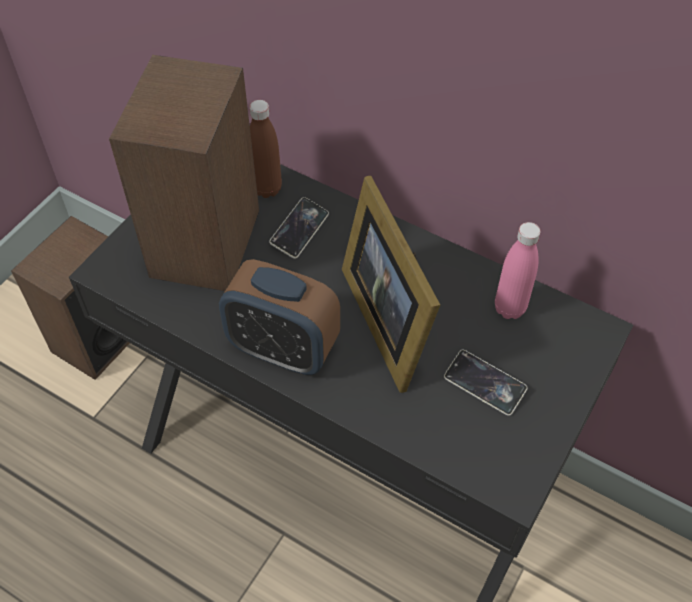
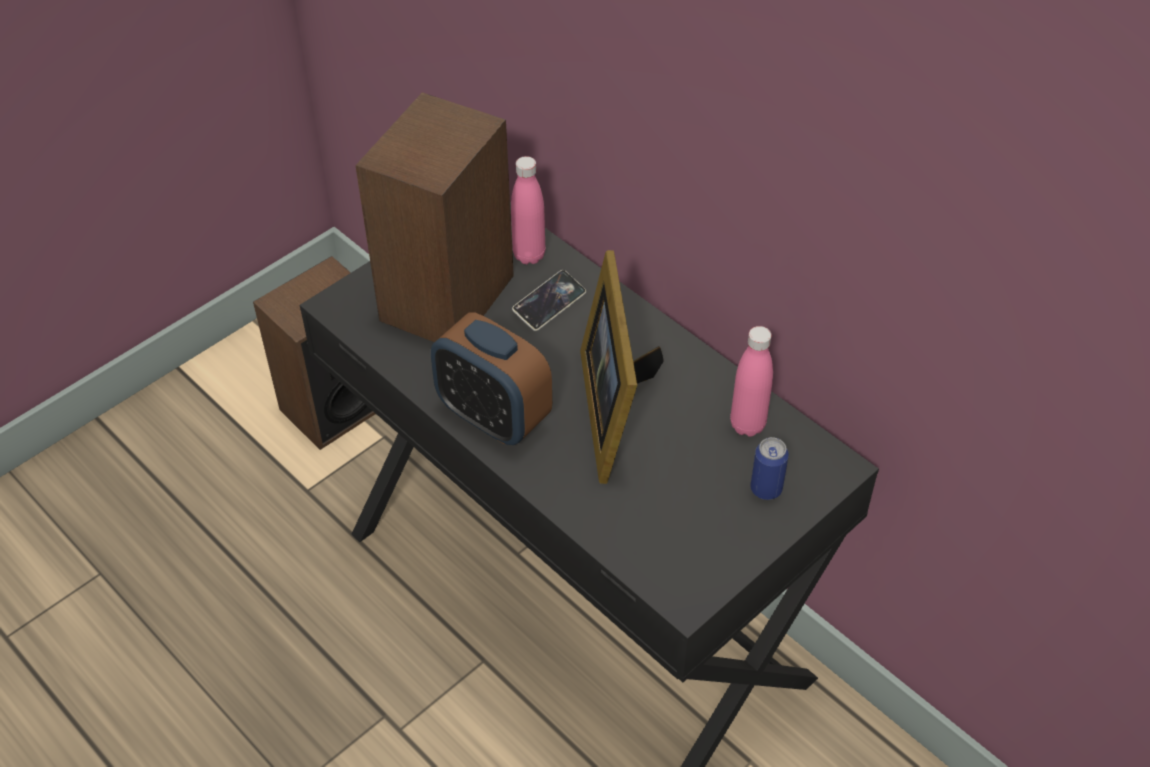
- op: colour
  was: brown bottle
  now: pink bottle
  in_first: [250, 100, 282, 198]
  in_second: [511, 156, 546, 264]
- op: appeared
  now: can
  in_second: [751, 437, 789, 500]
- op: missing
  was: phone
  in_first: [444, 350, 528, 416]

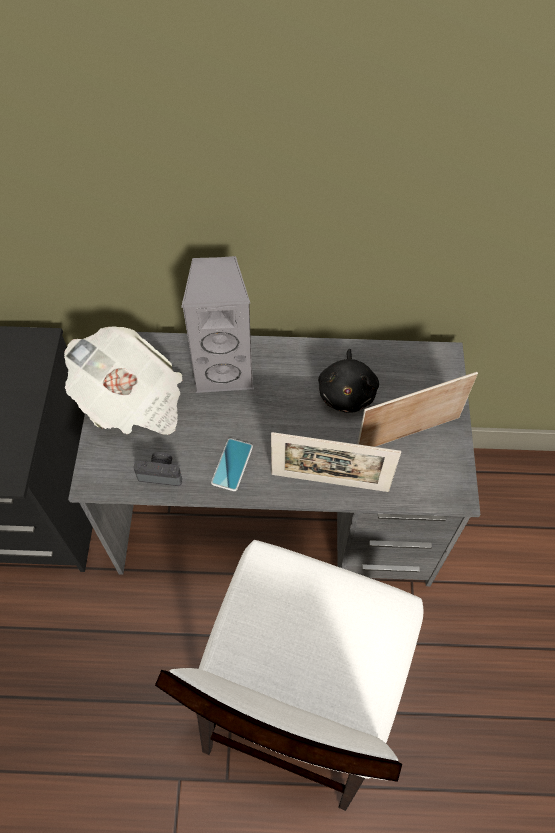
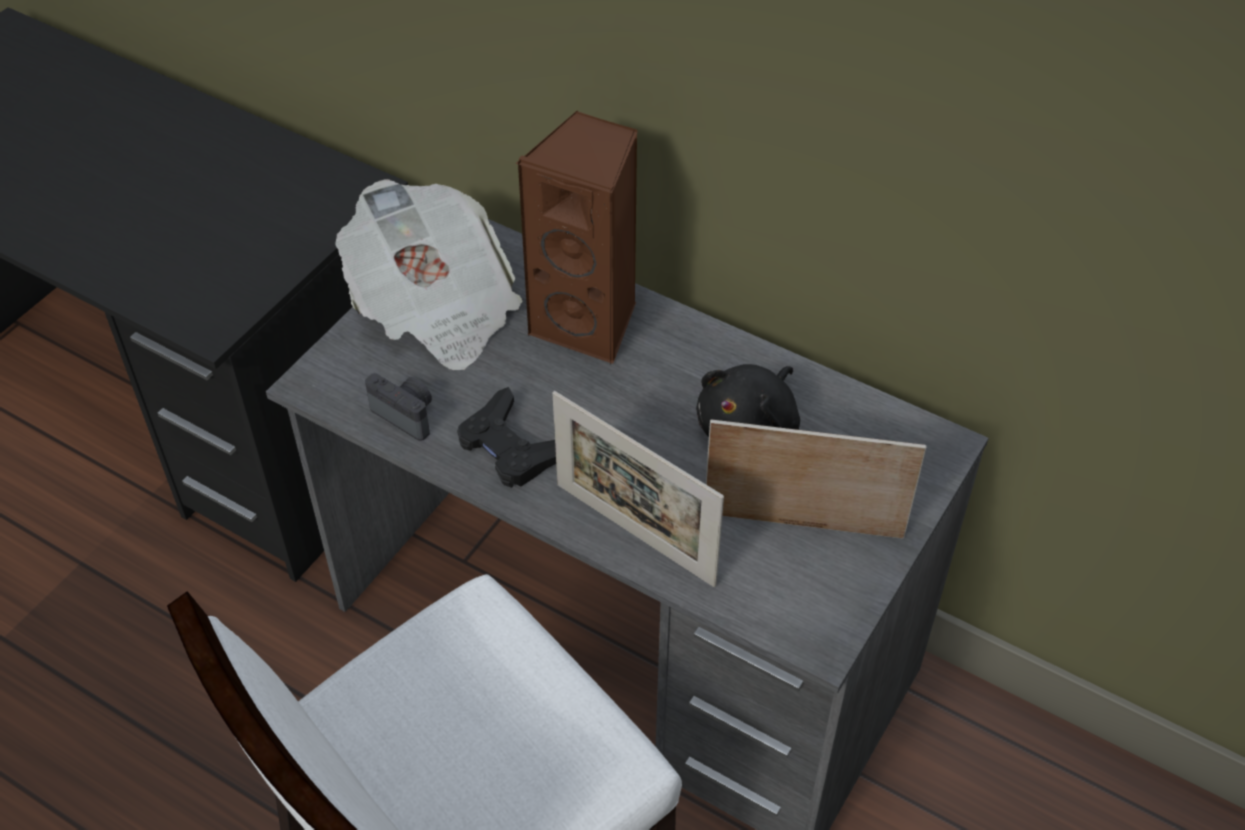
- op: exchanged
  was: phone
  now: black game controller
  in_first: [211, 438, 253, 491]
  in_second: [457, 387, 556, 488]
- op: colour
  was: grey speaker
  now: brown speaker
  in_first: [181, 256, 254, 393]
  in_second: [516, 110, 638, 364]

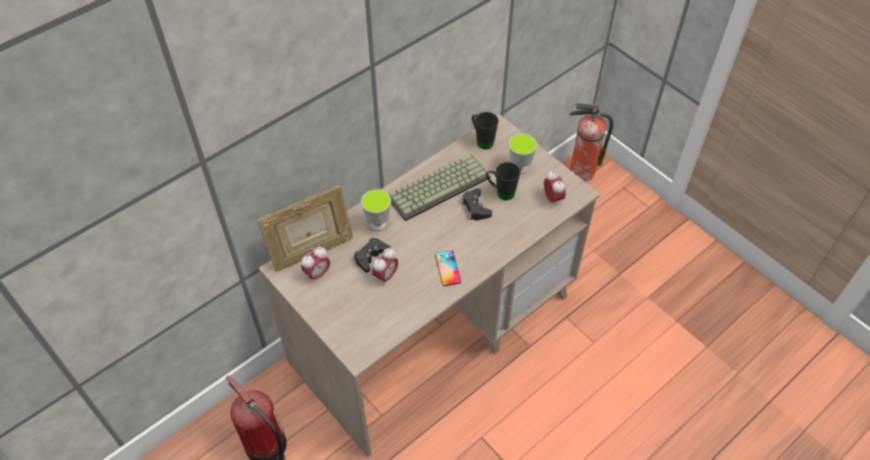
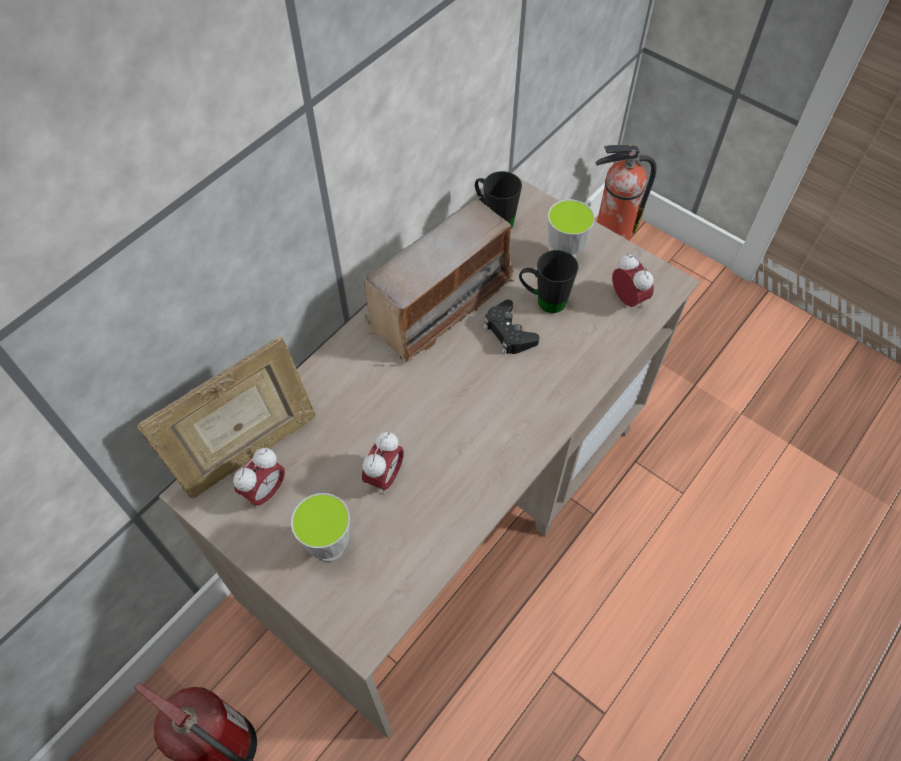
- op: relocated
  was: cup
  in_first: [361, 189, 391, 231]
  in_second: [291, 493, 350, 562]
- op: exchanged
  was: keyboard
  now: radio
  in_first: [389, 154, 491, 221]
  in_second: [364, 196, 514, 363]
- op: missing
  was: black game controller
  in_first: [354, 238, 390, 273]
- op: missing
  was: phone
  in_first: [435, 251, 461, 286]

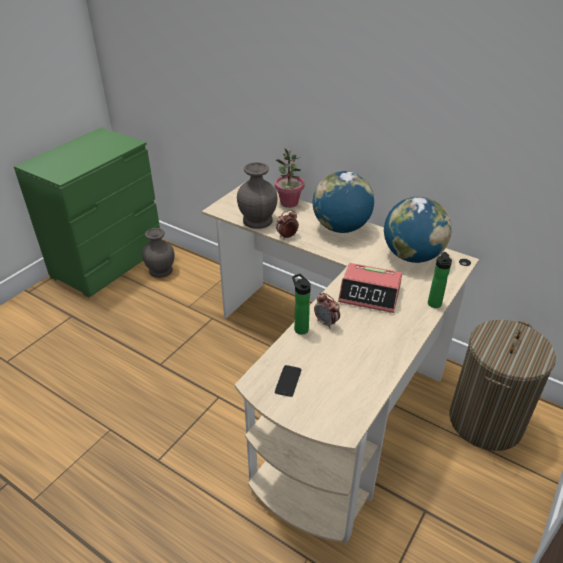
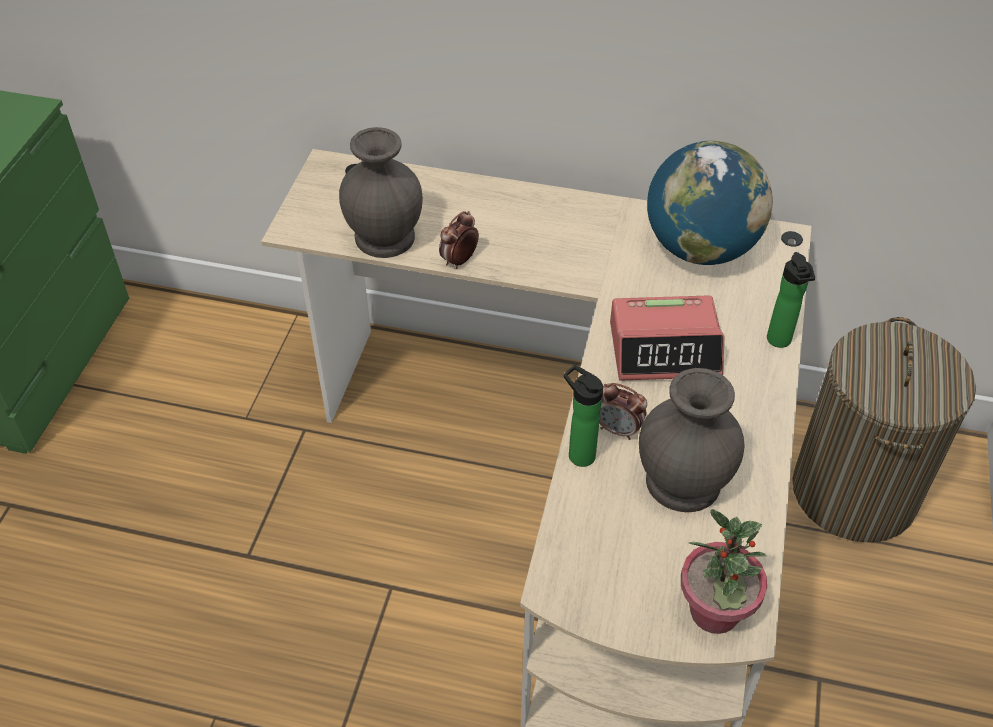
- op: relocated
  was: grey vase
  in_first: [142, 228, 175, 278]
  in_second: [639, 368, 745, 512]
- op: relocated
  was: potted plant
  in_first: [275, 149, 305, 208]
  in_second: [681, 509, 767, 634]
- op: missing
  was: phone
  in_first: [275, 365, 301, 397]
- op: missing
  was: globe
  in_first: [313, 171, 374, 233]

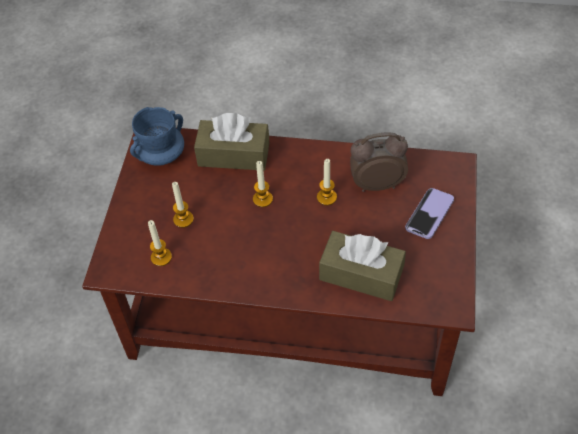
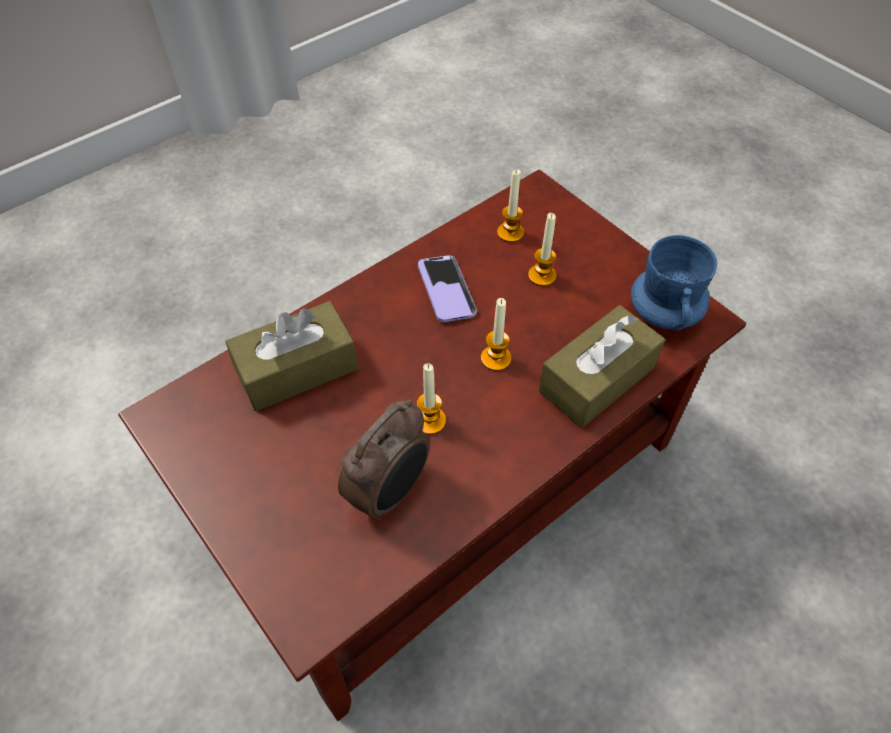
- op: relocated
  was: phone
  in_first: [405, 188, 454, 239]
  in_second: [418, 255, 477, 322]

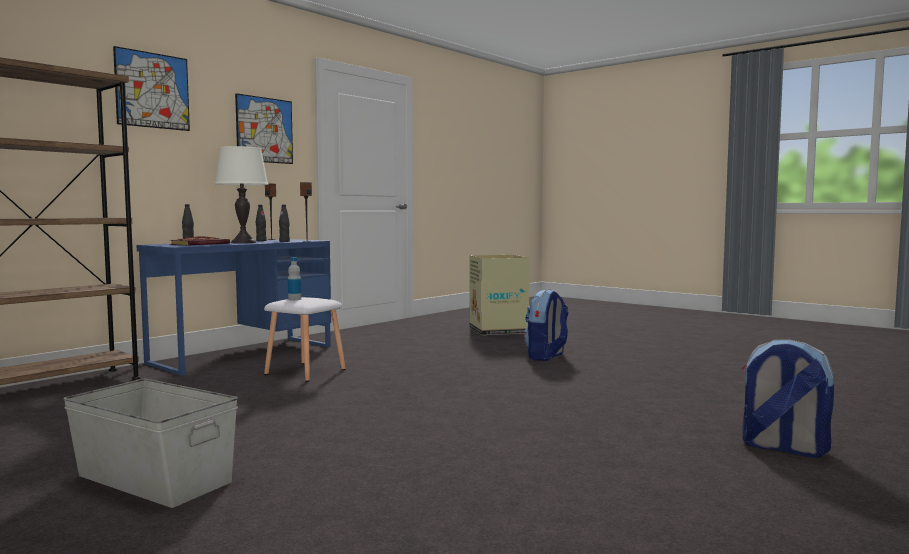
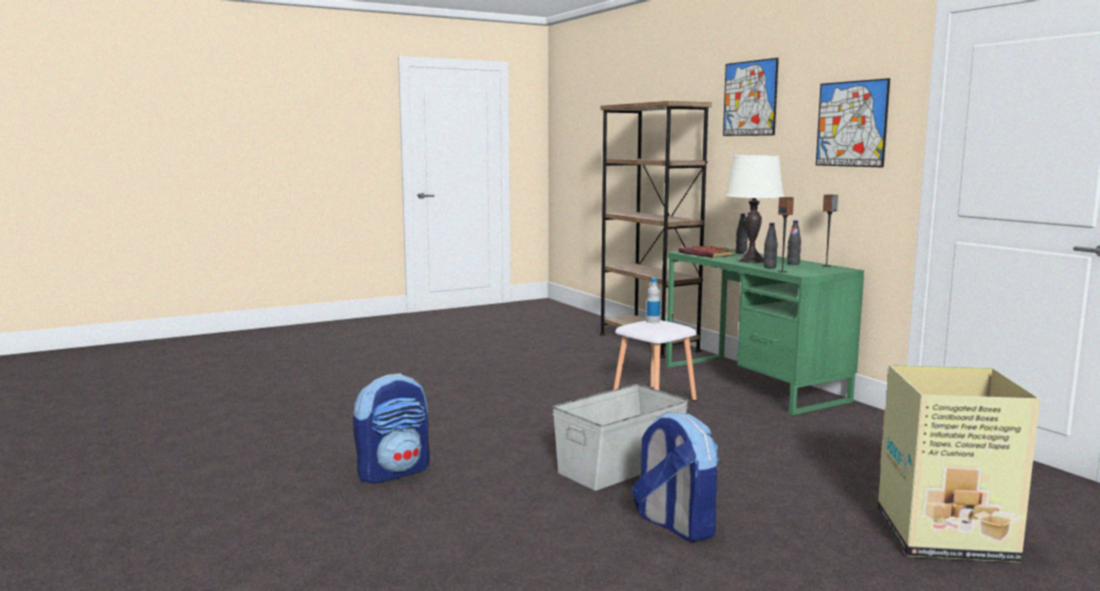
- op: relocated
  was: backpack
  in_first: [742, 340, 834, 458]
  in_second: [353, 374, 430, 483]
- op: relocated
  was: grey storage box
  in_first: [63, 379, 238, 508]
  in_second: [552, 384, 688, 491]
- op: colour
  was: blue desk
  now: green desk
  in_first: [136, 239, 331, 375]
  in_second: [666, 248, 864, 415]

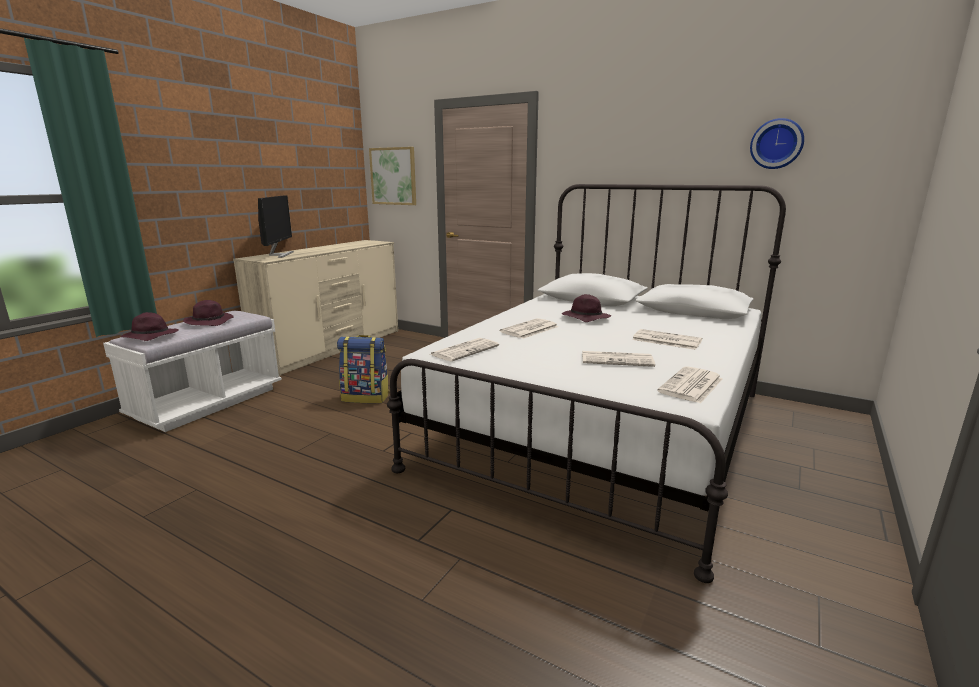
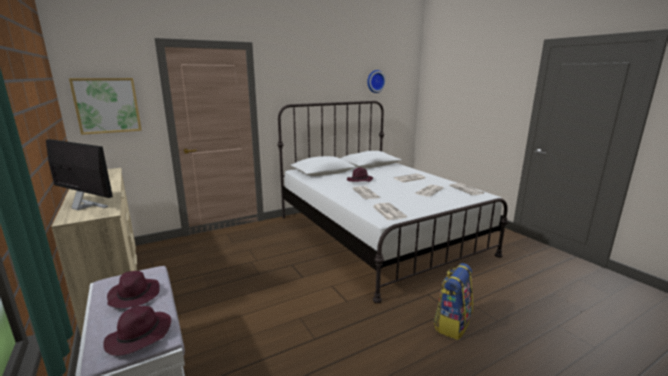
- op: relocated
  was: backpack
  in_first: [337, 335, 390, 403]
  in_second: [433, 263, 473, 340]

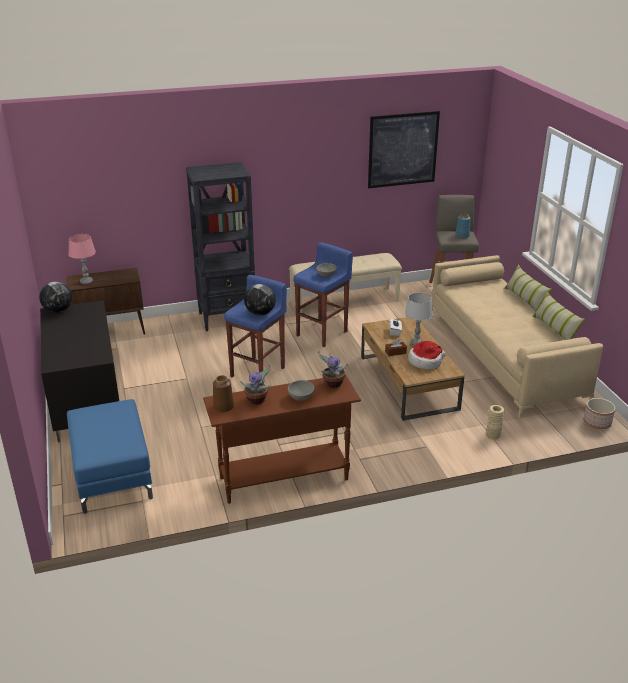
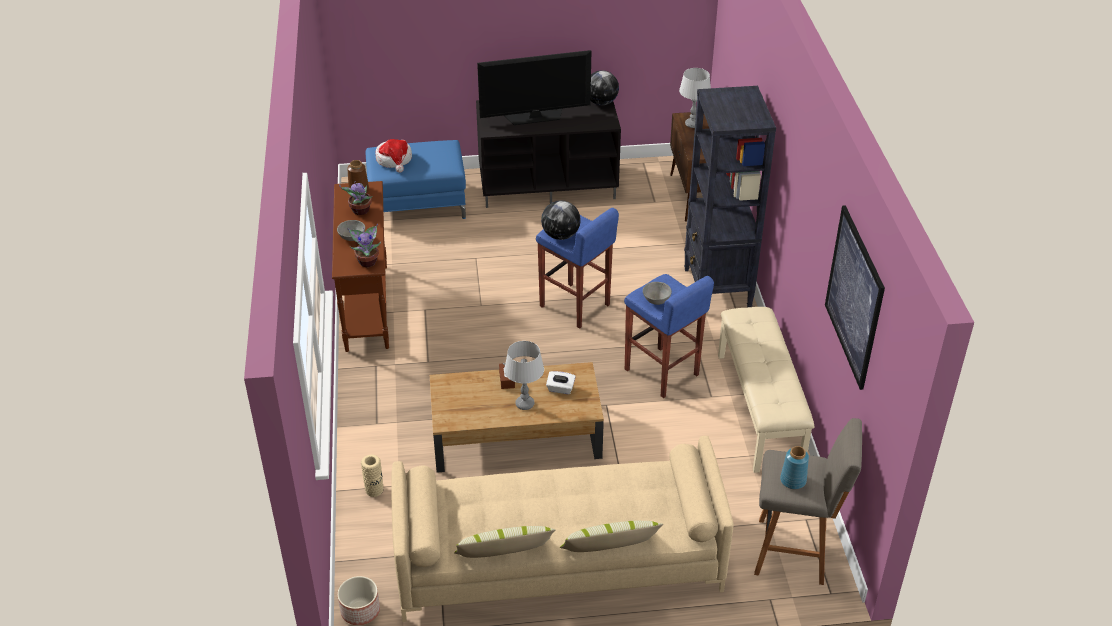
- op: relocated
  was: hat
  in_first: [408, 341, 446, 370]
  in_second: [375, 139, 412, 173]
- op: appeared
  now: television
  in_second: [477, 50, 591, 125]
- op: colour
  was: pink table lamp
  now: grey table lamp
  in_first: [68, 234, 96, 284]
  in_second: [679, 68, 711, 128]

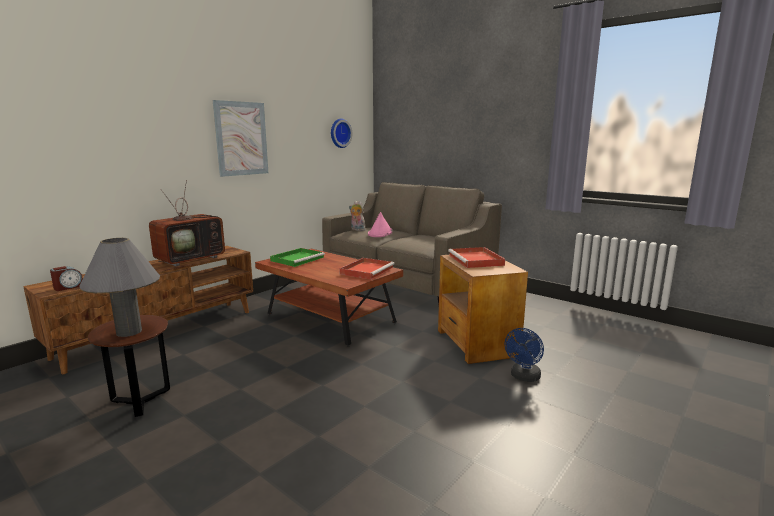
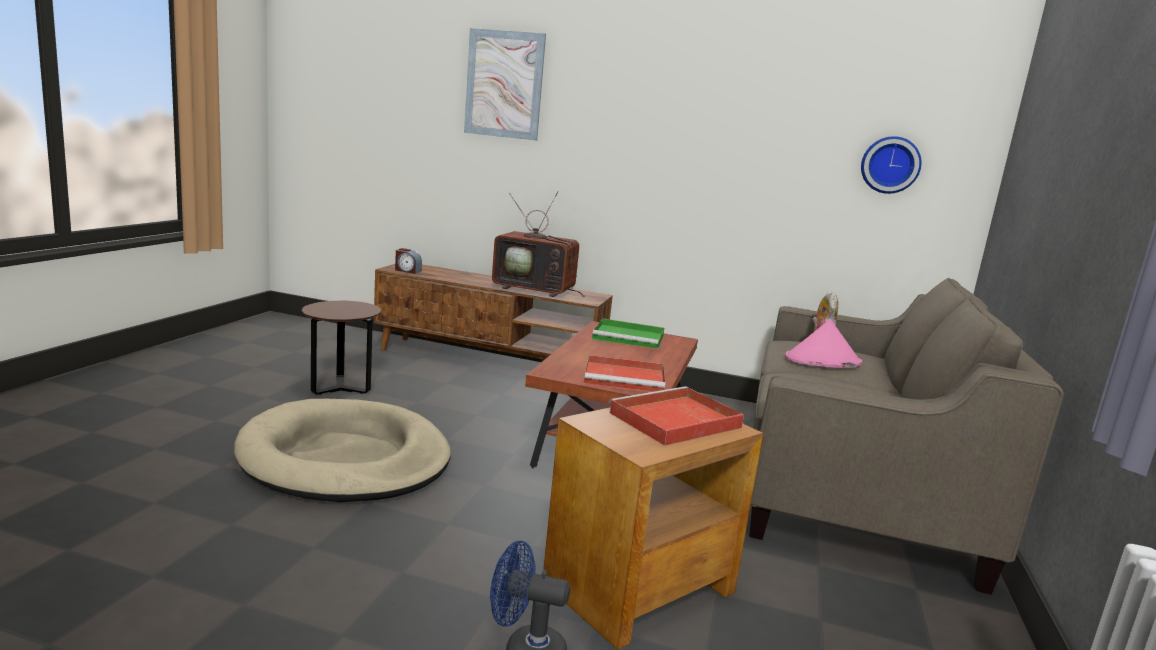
- op: appeared
  now: beige dog bed
  in_second: [234, 399, 451, 502]
- op: relocated
  was: picture
  in_first: [213, 100, 268, 177]
  in_second: [464, 28, 546, 141]
- op: missing
  was: grey table lamp
  in_first: [79, 238, 160, 337]

